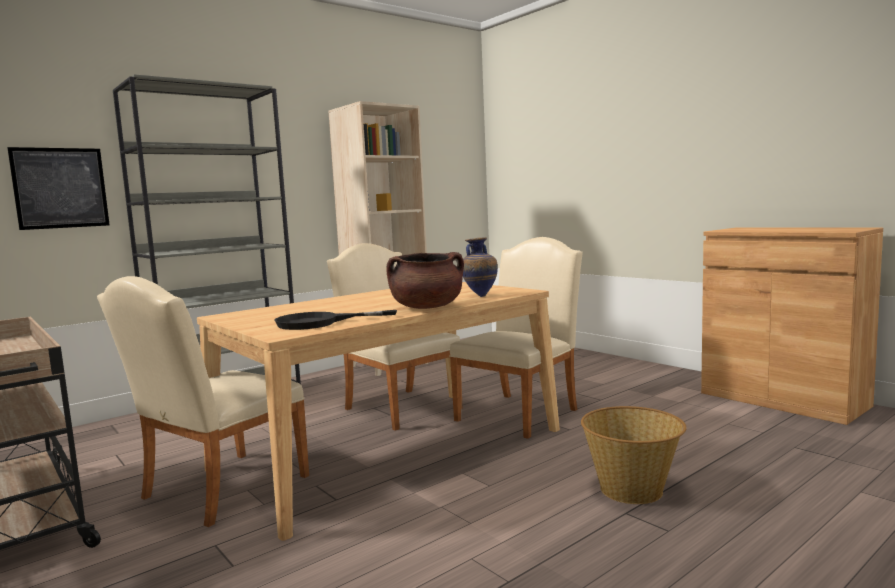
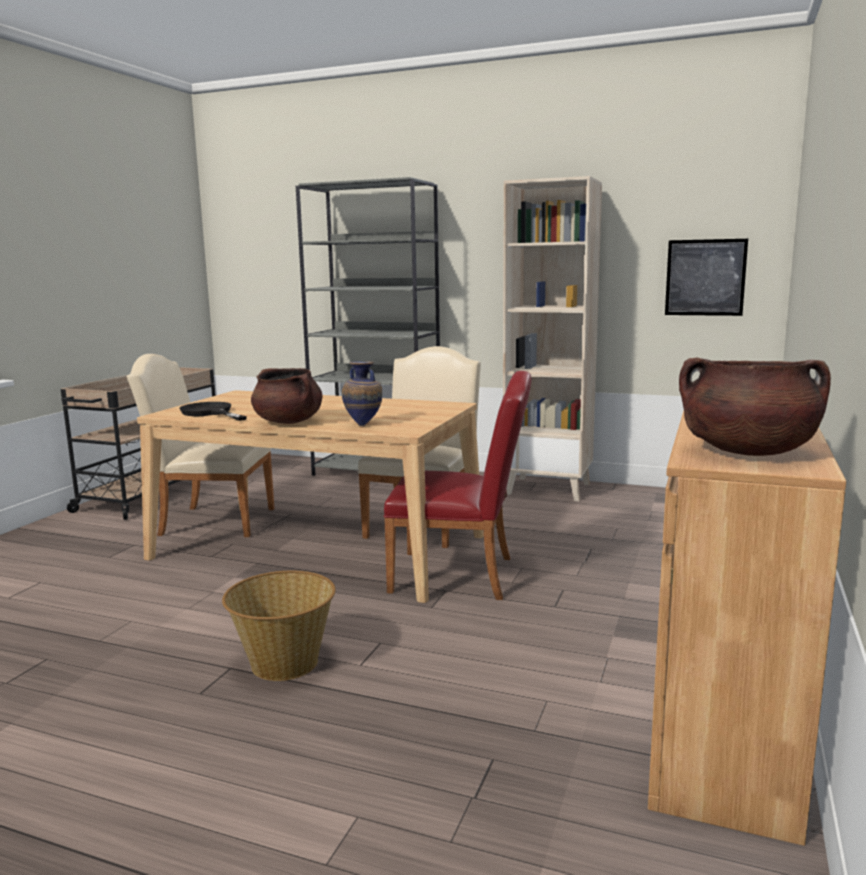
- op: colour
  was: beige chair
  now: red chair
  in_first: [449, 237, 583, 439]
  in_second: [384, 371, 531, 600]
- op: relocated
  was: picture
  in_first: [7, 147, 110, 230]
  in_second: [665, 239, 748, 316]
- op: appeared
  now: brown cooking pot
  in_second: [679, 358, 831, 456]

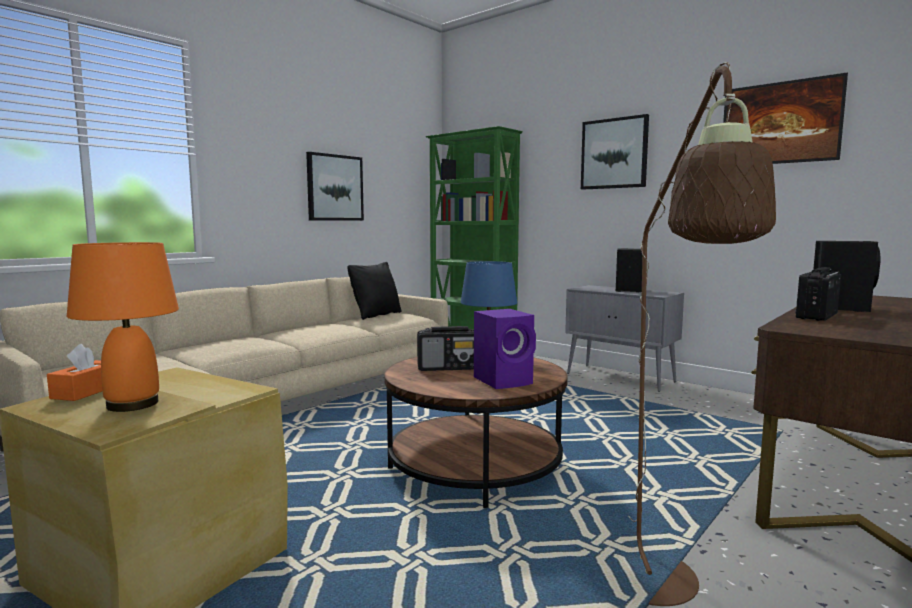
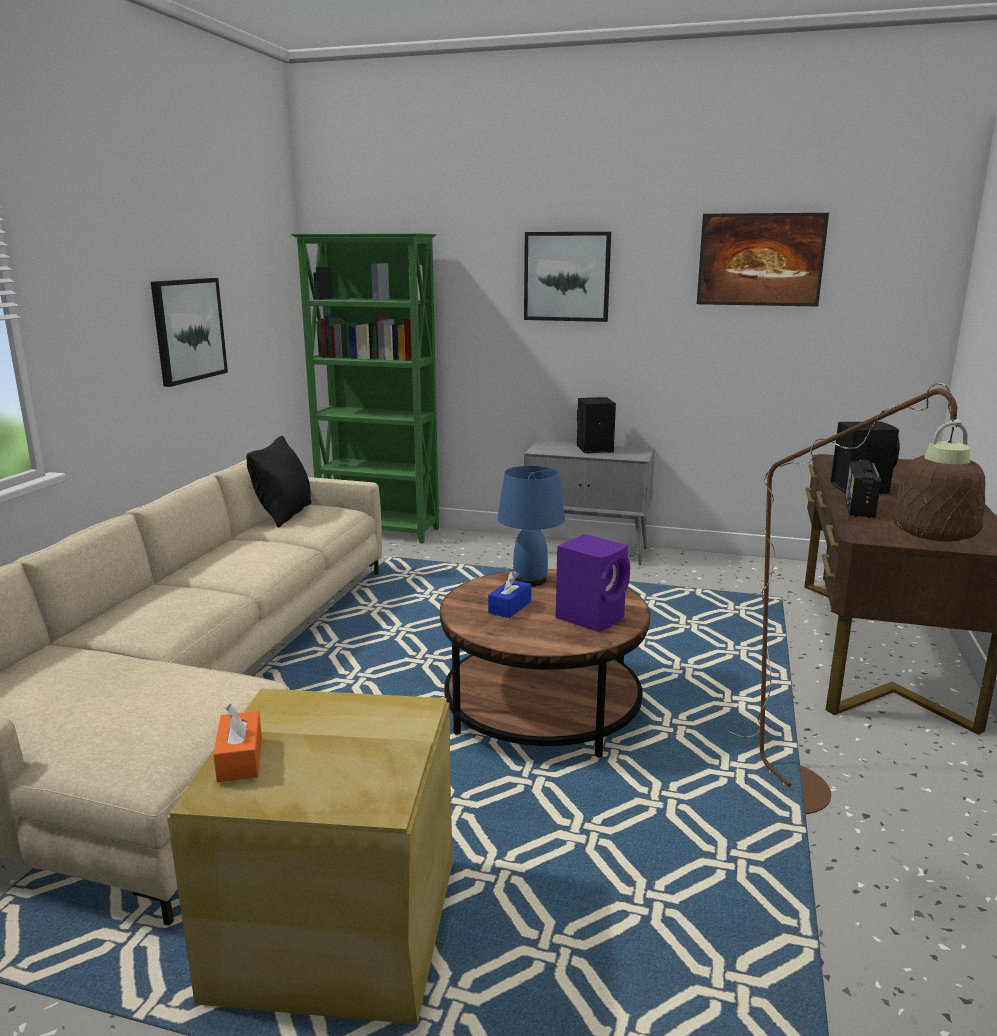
- op: exchanged
  was: radio
  now: blue tissue box
  in_first: [417, 326, 474, 371]
  in_second: [488, 571, 531, 618]
- op: missing
  was: orange table lamp
  in_first: [67, 242, 179, 412]

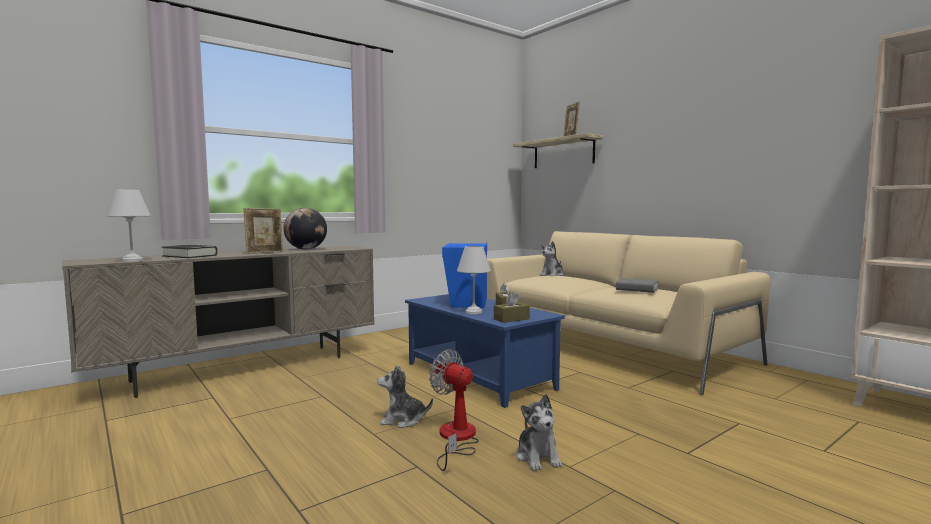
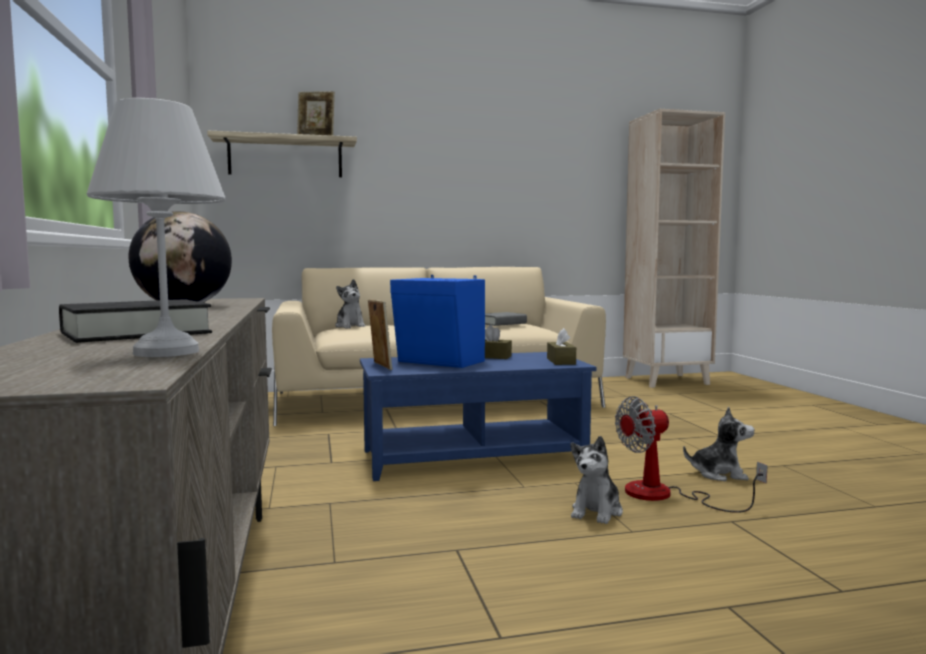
- op: relocated
  was: picture frame
  in_first: [243, 208, 283, 254]
  in_second: [368, 299, 393, 370]
- op: missing
  was: white table lamp
  in_first: [457, 246, 491, 314]

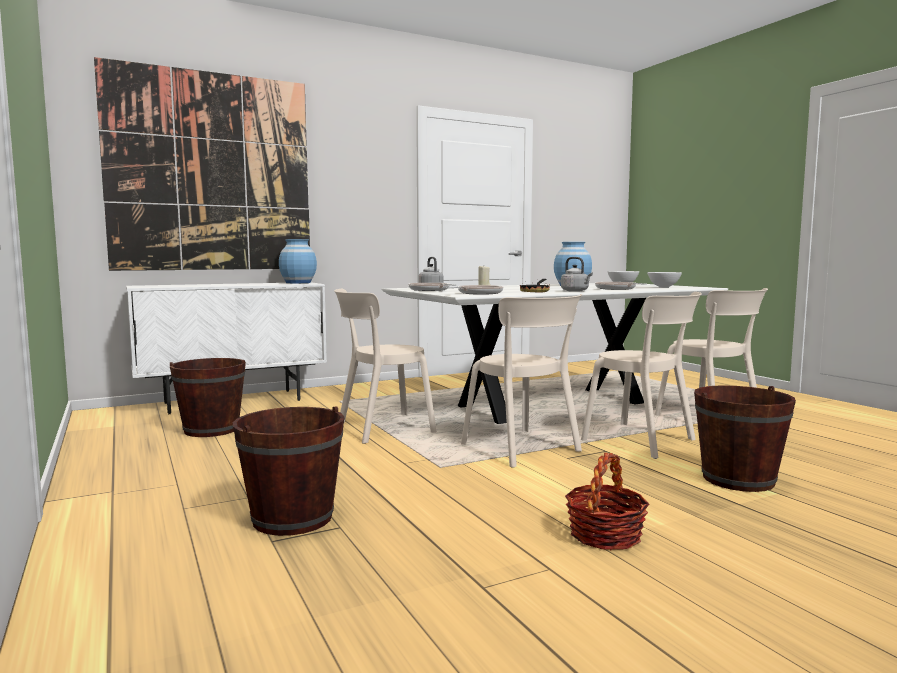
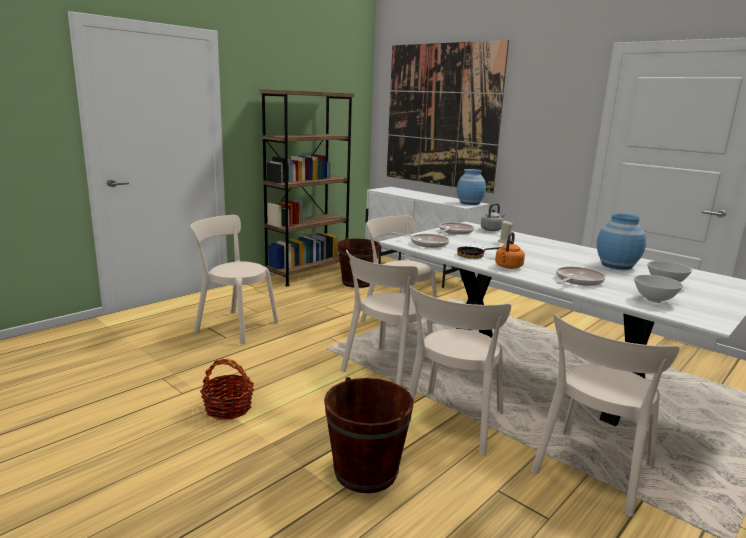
- op: exchanged
  was: brown bucket
  now: beige chair
  in_first: [233, 406, 345, 536]
  in_second: [190, 215, 278, 344]
- op: appeared
  now: brown bookcase
  in_second: [259, 90, 354, 286]
- op: colour
  was: grey kettle
  now: orange kettle
  in_first: [561, 257, 593, 292]
  in_second: [495, 232, 525, 269]

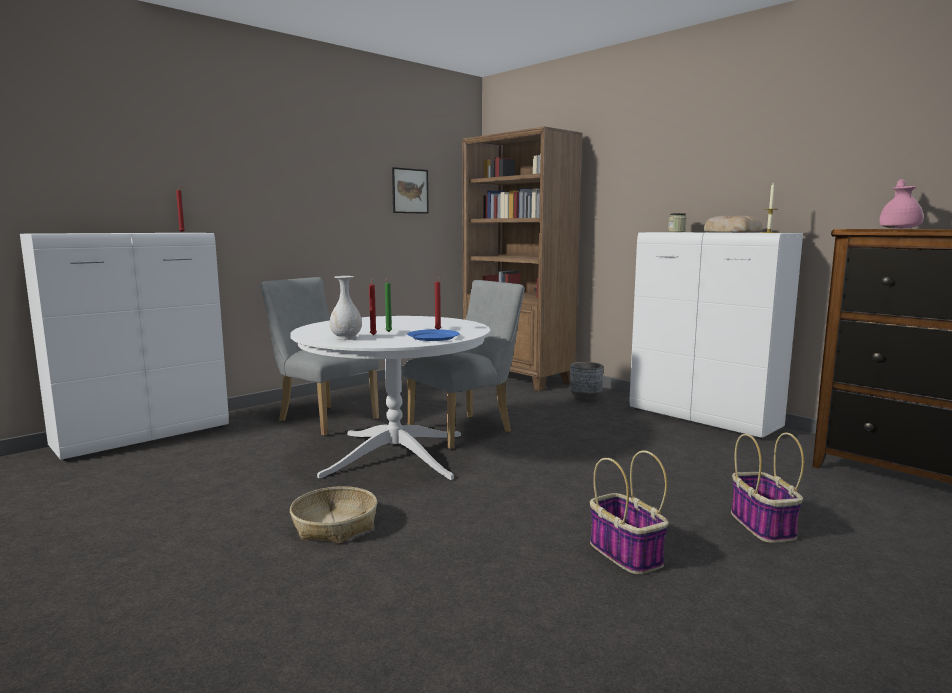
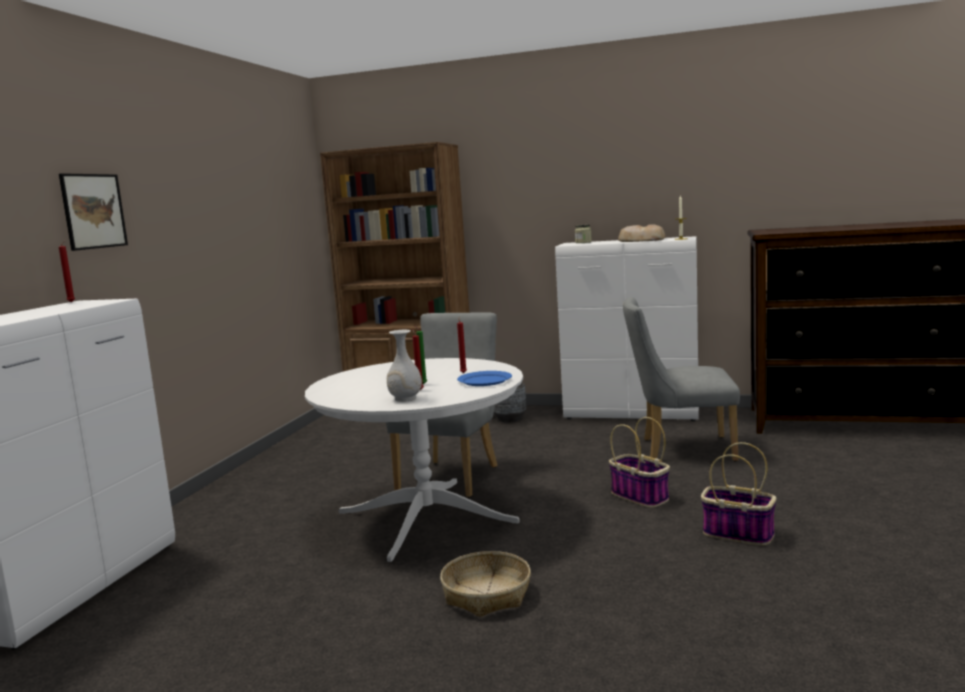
- op: relocated
  was: picture
  in_first: [392, 167, 429, 214]
  in_second: [59, 173, 128, 251]
- op: relocated
  was: basket
  in_first: [731, 433, 804, 543]
  in_second: [609, 417, 670, 508]
- op: relocated
  was: grey chair
  in_first: [260, 277, 379, 436]
  in_second: [623, 297, 740, 461]
- op: missing
  was: pink teapot
  in_first: [879, 179, 923, 229]

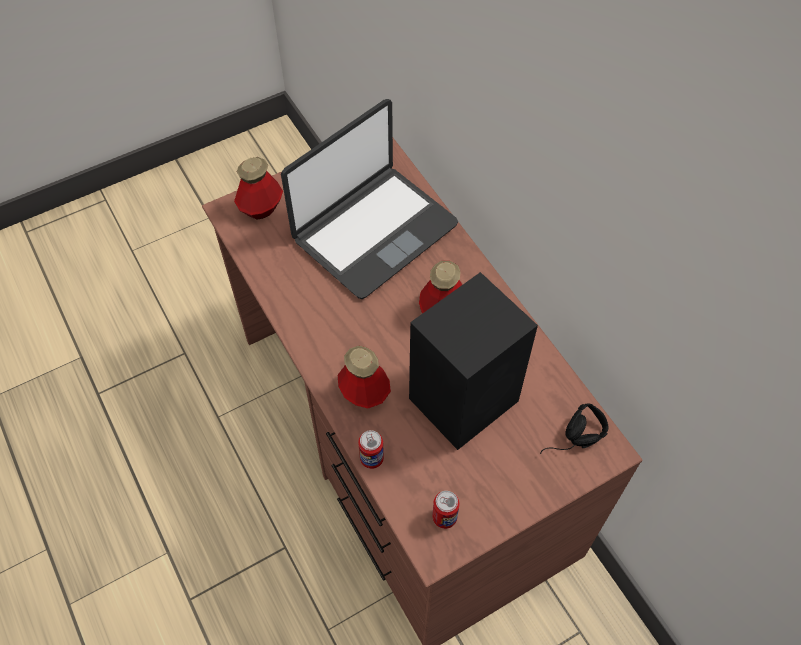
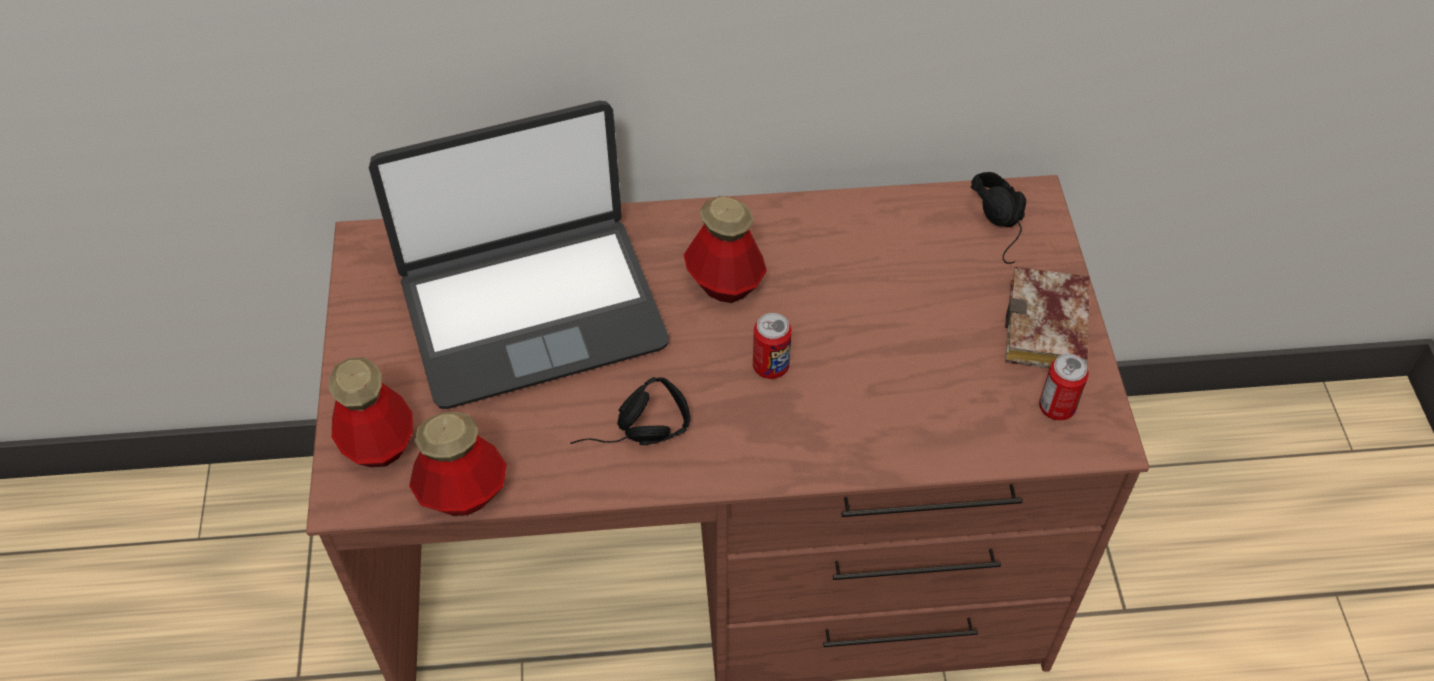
- op: spun
  was: laptop
  in_first: [281, 99, 458, 299]
  in_second: [369, 101, 669, 409]
  clockwise: 90
- op: relocated
  was: bottle
  in_first: [338, 346, 391, 408]
  in_second: [409, 412, 507, 516]
- op: appeared
  now: black headphones
  in_second: [570, 377, 691, 445]
- op: relocated
  was: can
  in_first: [358, 430, 384, 469]
  in_second: [753, 313, 792, 379]
- op: appeared
  now: book
  in_second: [1005, 267, 1090, 368]
- op: missing
  was: black speaker
  in_first: [409, 272, 538, 450]

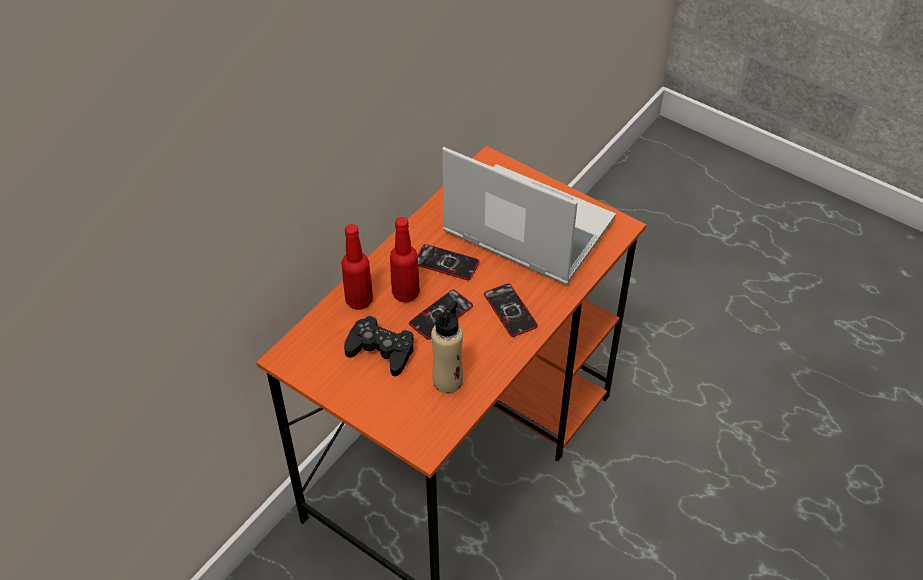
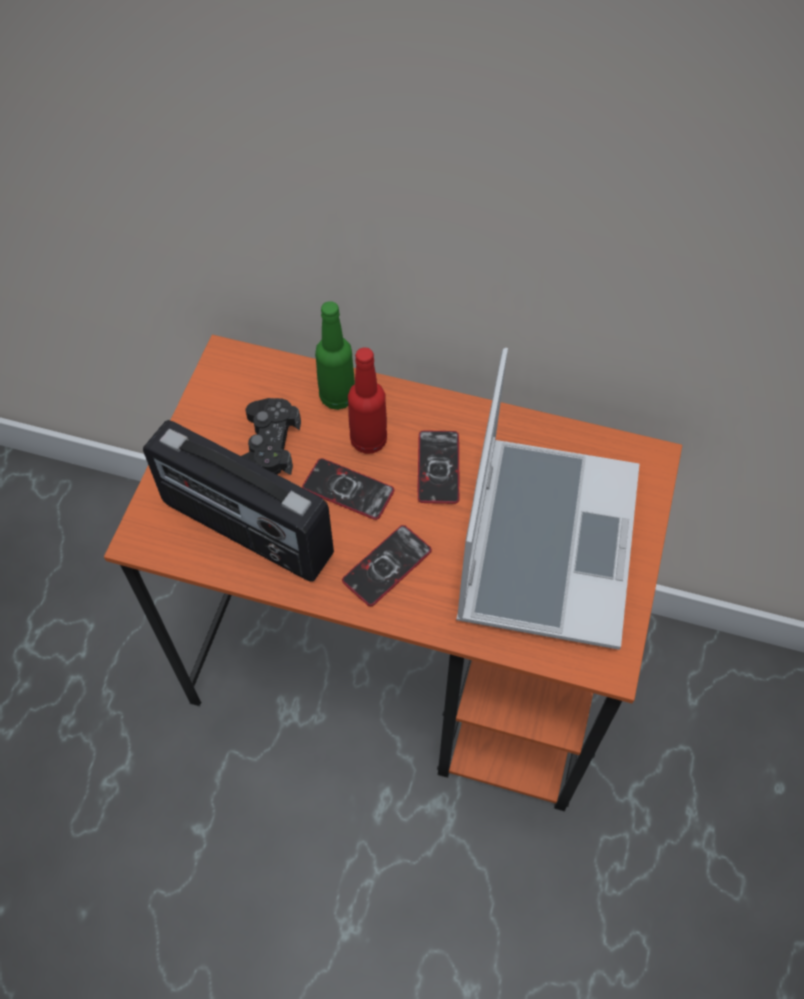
- op: exchanged
  was: beige bottle
  now: radio
  in_first: [431, 301, 463, 393]
  in_second: [143, 420, 334, 582]
- op: colour
  was: red bottle
  now: green bottle
  in_first: [341, 224, 373, 310]
  in_second: [315, 301, 355, 410]

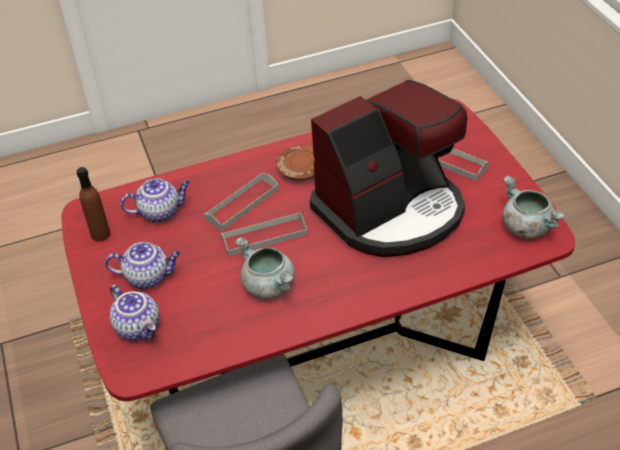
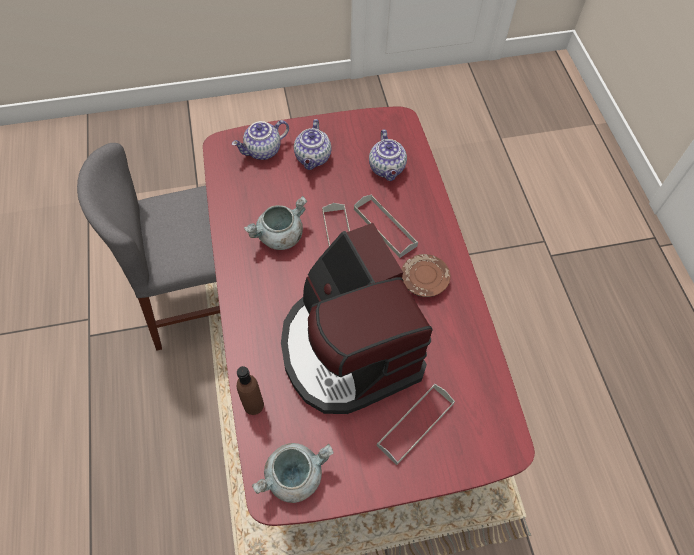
- op: relocated
  was: brown bottle
  in_first: [77, 167, 110, 242]
  in_second: [237, 366, 264, 415]

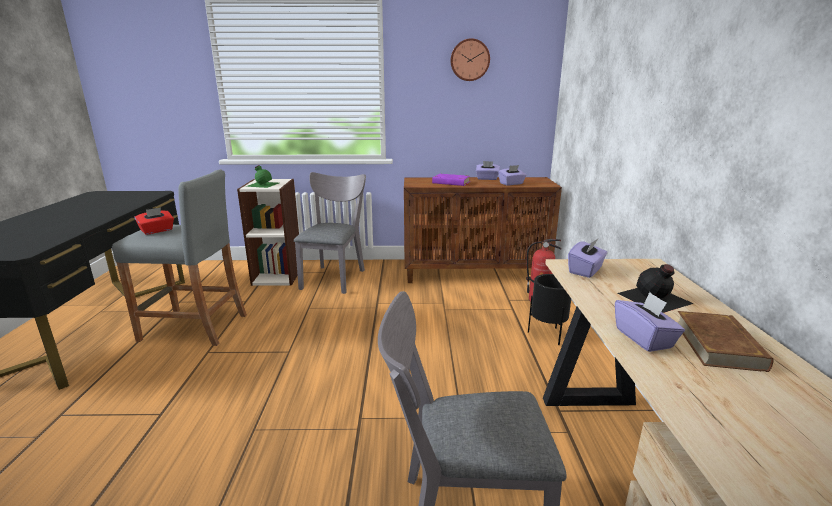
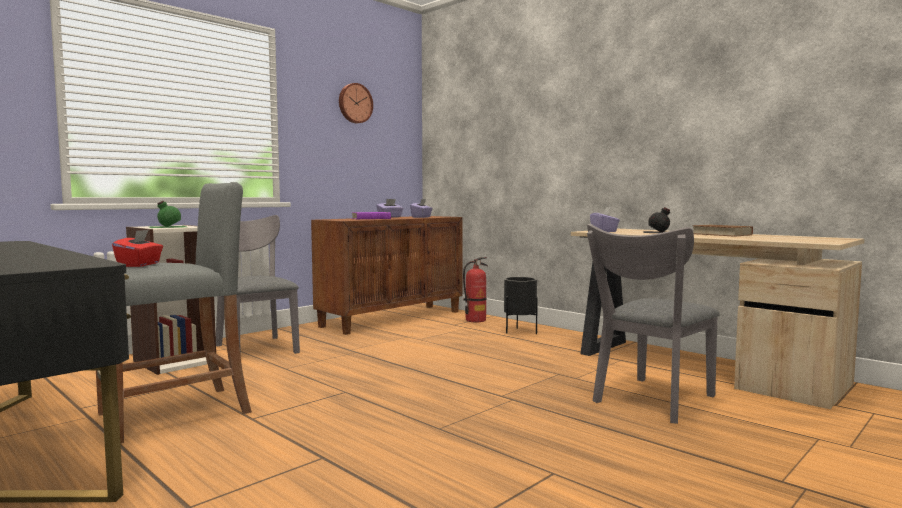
- op: missing
  was: purple tissue box
  in_first: [615, 292, 685, 352]

